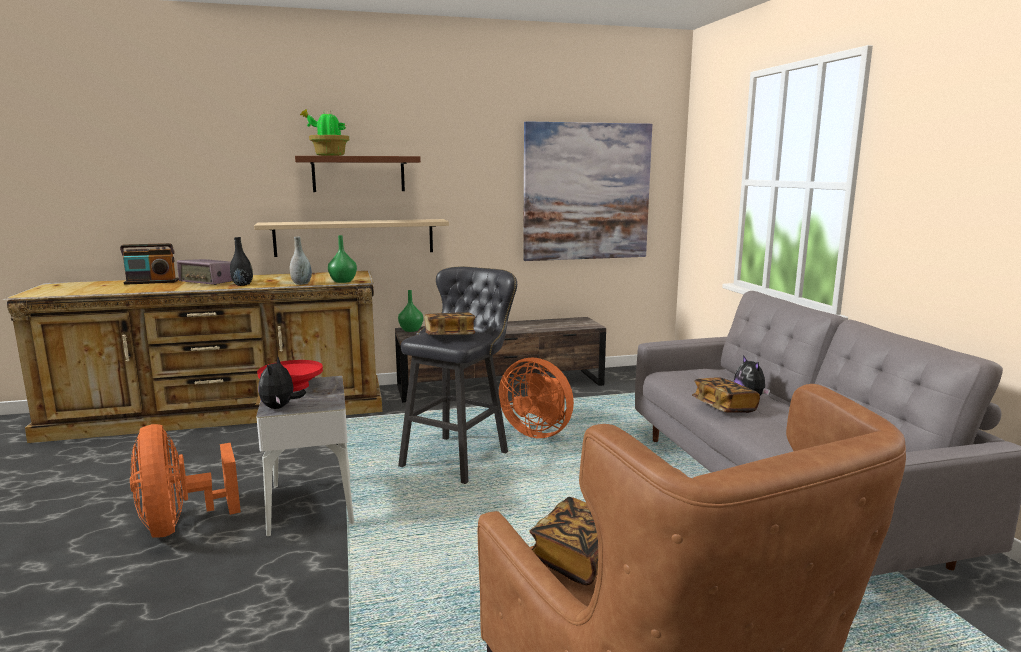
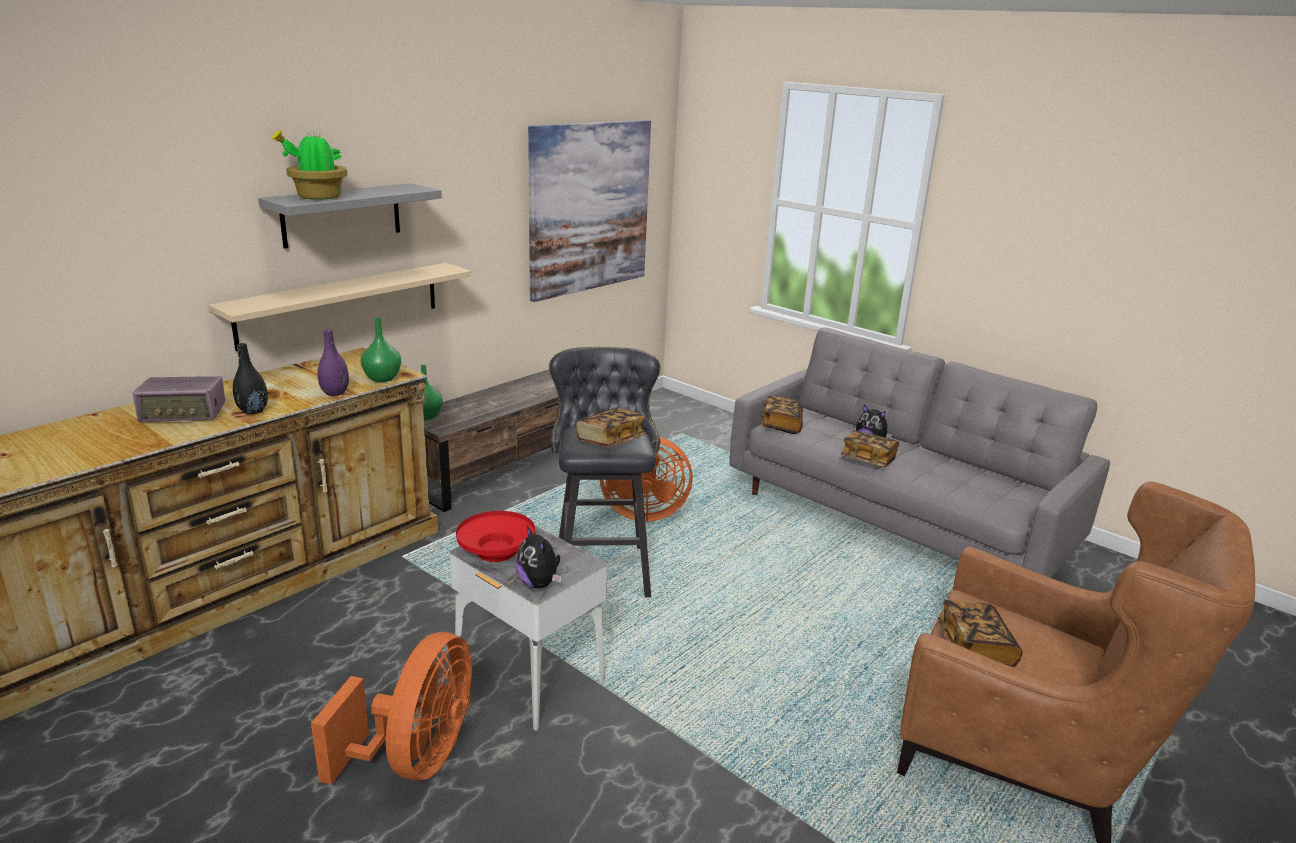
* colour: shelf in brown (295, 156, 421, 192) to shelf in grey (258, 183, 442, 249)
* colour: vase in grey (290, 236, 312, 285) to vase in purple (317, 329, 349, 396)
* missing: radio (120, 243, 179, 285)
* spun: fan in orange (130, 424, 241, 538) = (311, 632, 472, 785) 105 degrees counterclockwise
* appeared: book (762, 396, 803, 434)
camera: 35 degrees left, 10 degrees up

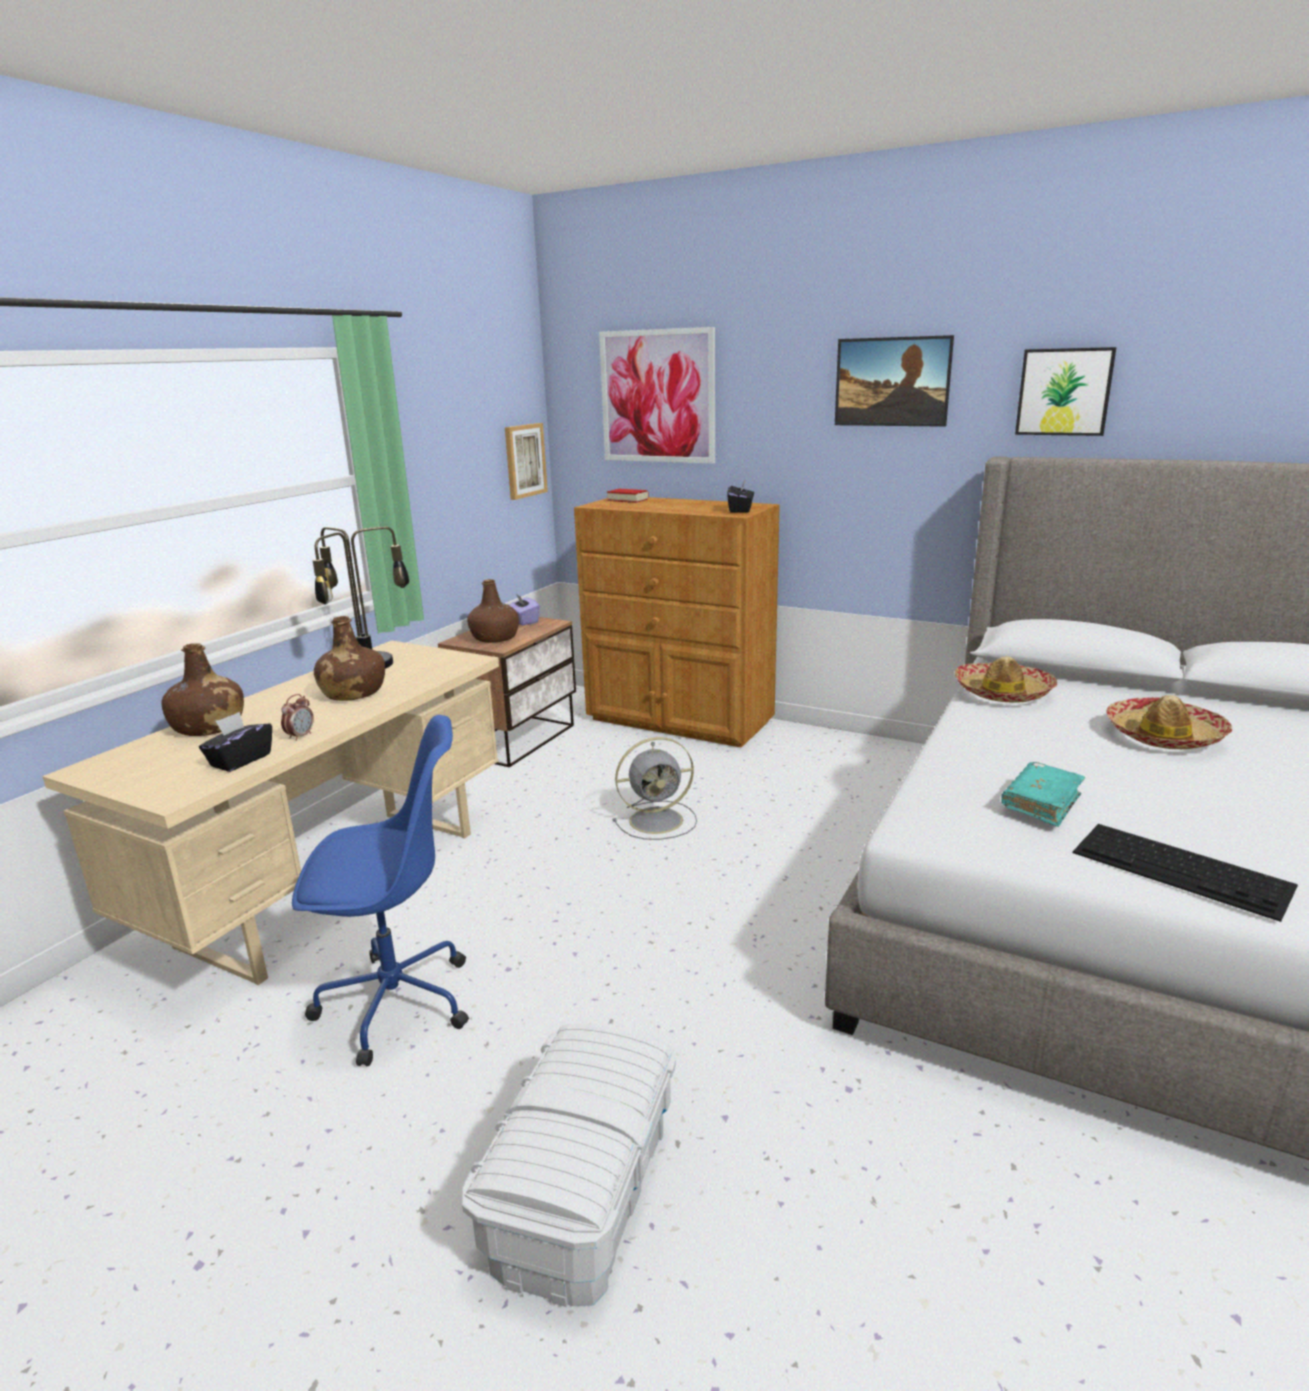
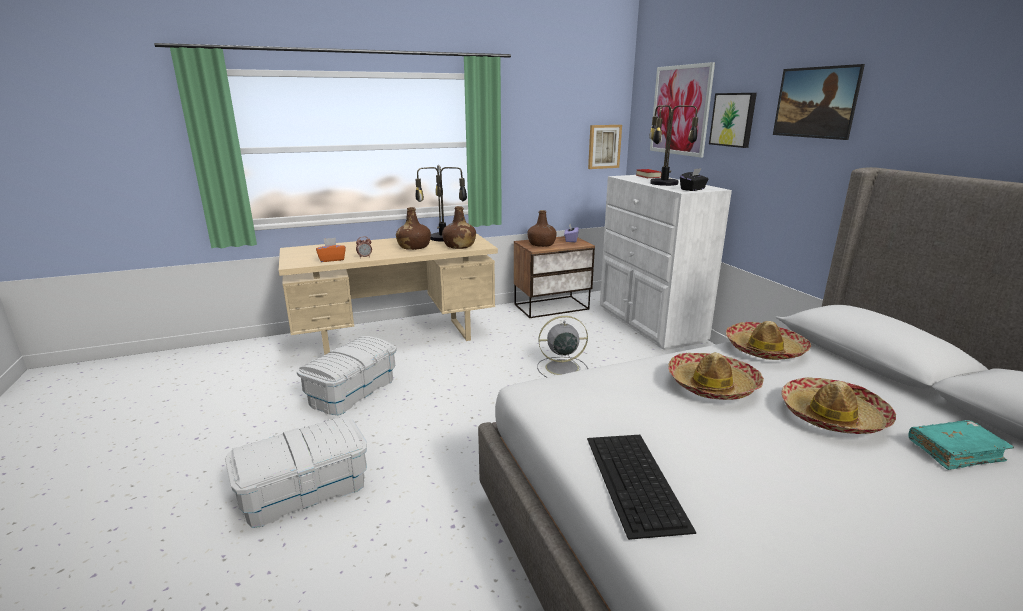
* relocated: picture (1015, 347, 1117, 436) to (709, 93, 757, 148)
* colour: dresser in brown (574, 497, 780, 748) to dresser in white (600, 175, 732, 350)
* relocated: bottle in brown (162, 643, 244, 736) to (442, 206, 476, 249)
* colour: tissue box in black (199, 712, 272, 772) to tissue box in orange (316, 238, 346, 262)
* exchanged: office chair in blue (292, 715, 469, 1066) to storage box in white (297, 336, 397, 415)
* spun: fan in grey (613, 737, 697, 840) = (537, 316, 589, 377) 150 degrees clockwise
* relocated: book in turquoise (1001, 762, 1085, 827) to (908, 420, 1014, 470)
* appeared: table lamp (649, 105, 698, 186)
* appeared: hat (668, 353, 764, 400)
camera: 40 degrees right, 0 degrees up

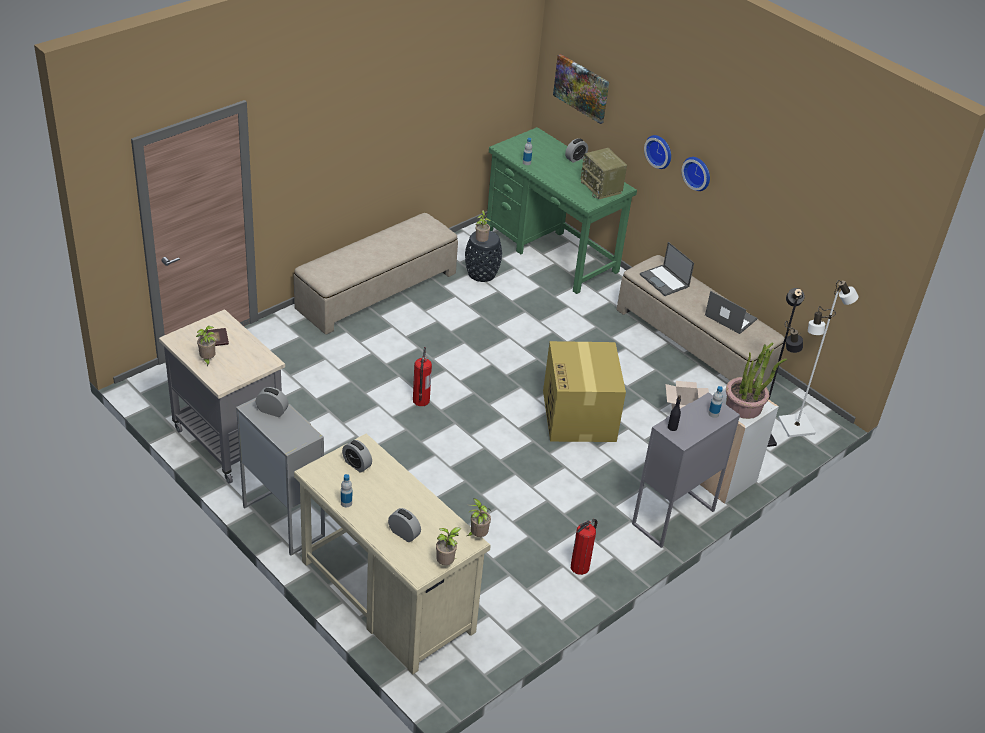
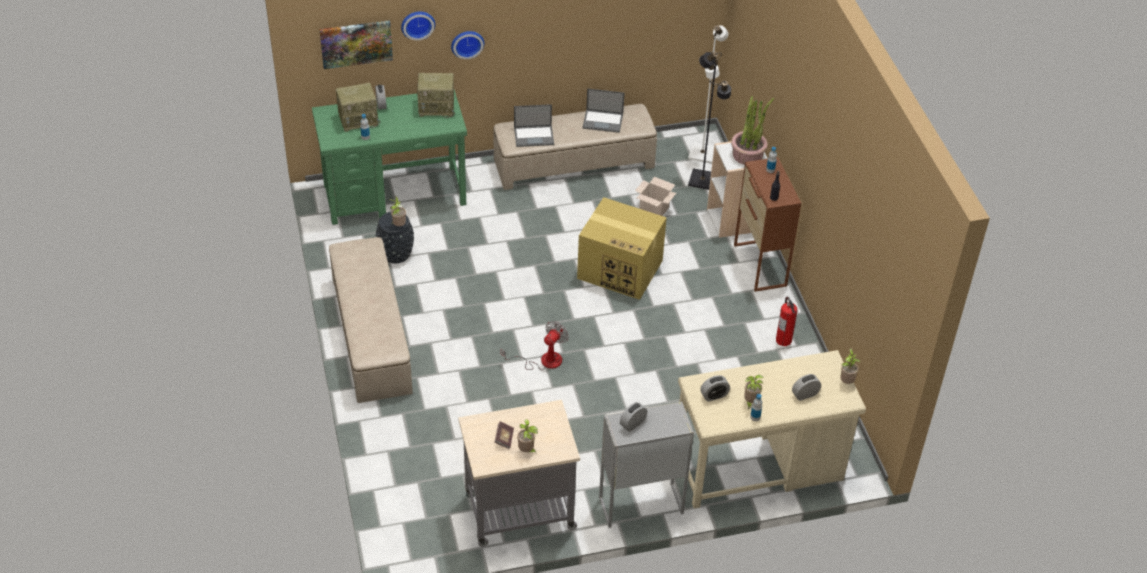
* relocated: wall clock (682, 157, 710, 191) to (401, 12, 435, 40)
* spun: laptop (705, 291, 757, 334) = (583, 89, 625, 133) 150 degrees counterclockwise
* exchanged: fire extinguisher (413, 347, 432, 406) to fan (500, 321, 569, 370)
* colour: cabinet in grey (632, 392, 740, 548) to cabinet in brown (734, 157, 801, 292)
* relocated: potted plant (467, 498, 491, 537) to (744, 375, 764, 409)
* appeared: radio (336, 83, 380, 132)
camera: 60 degrees left, 5 degrees up

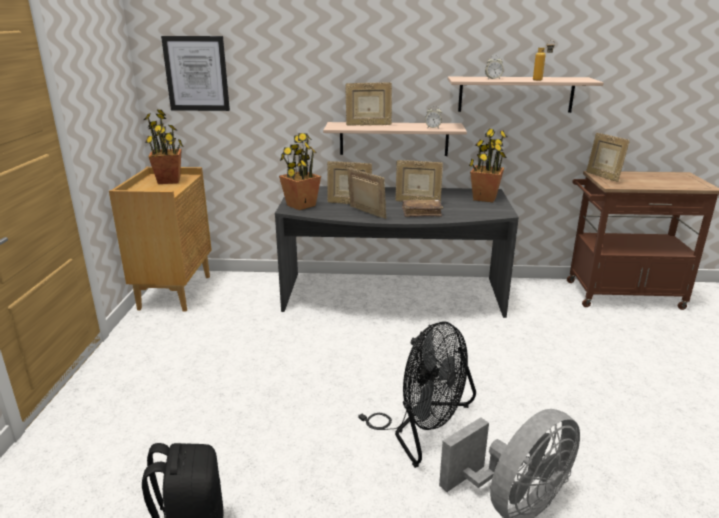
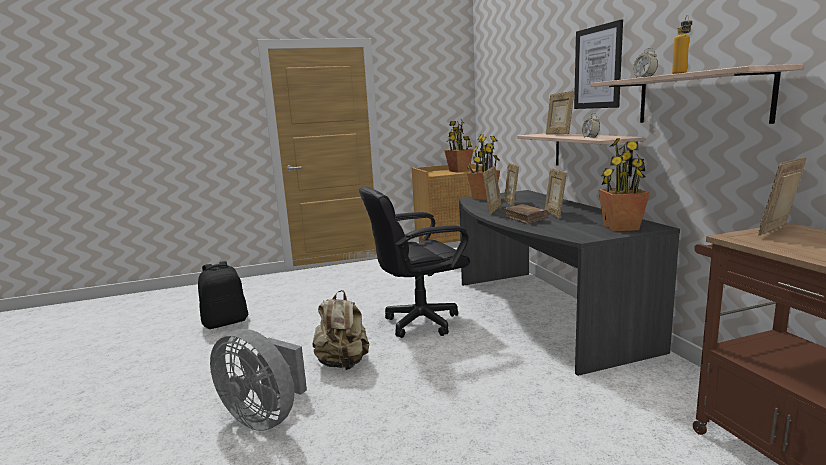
* relocated: picture (161, 36, 230, 111) to (574, 20, 623, 109)
* exchanged: fan in black (359, 322, 476, 468) to backpack in beige (312, 290, 369, 370)
* appeared: office chair in black (359, 186, 470, 338)
camera: 70 degrees right, 10 degrees down

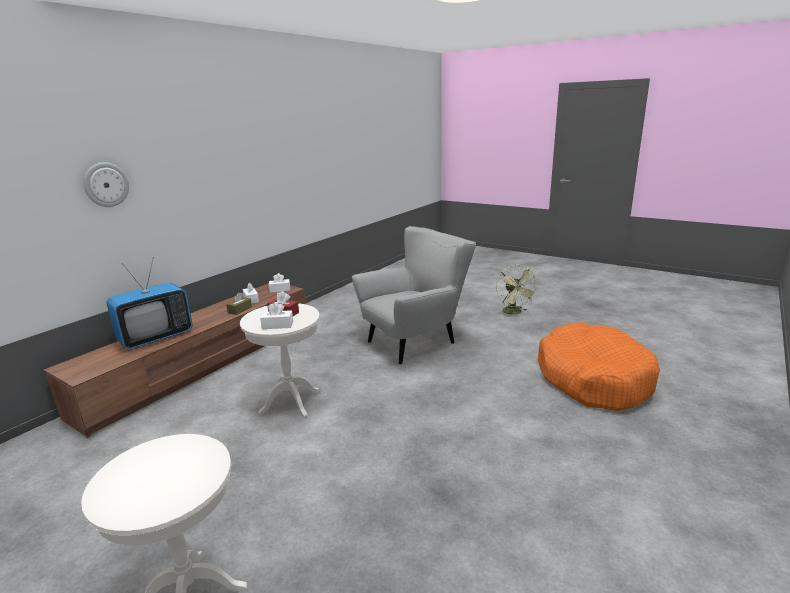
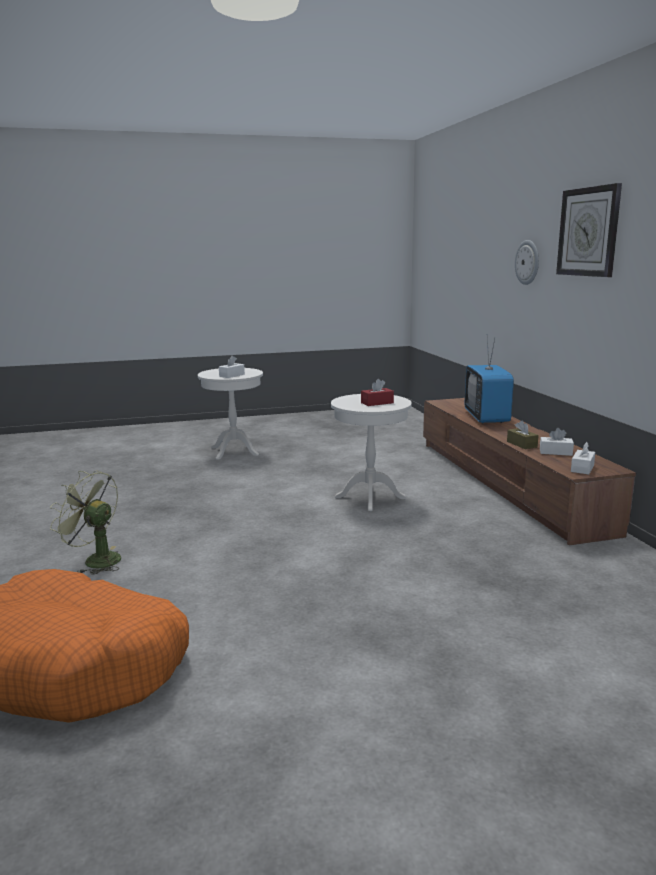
* missing: armchair in grey (352, 226, 476, 365)
* relocated: fan in green (496, 264, 538, 316) to (50, 470, 121, 575)
* relocated: tissue box in white (260, 302, 293, 329) to (219, 356, 245, 378)
* appeared: wall clock (556, 183, 622, 277)
camera: 130 degrees right, 5 degrees down

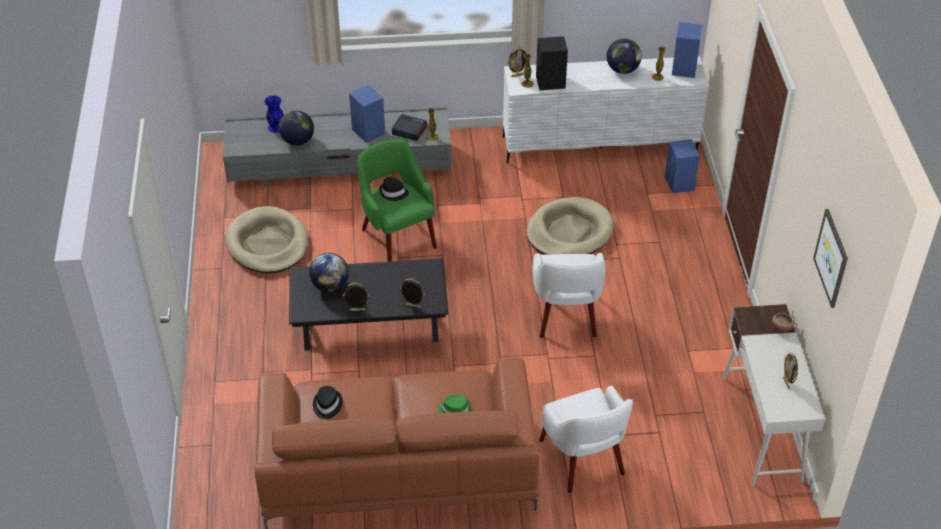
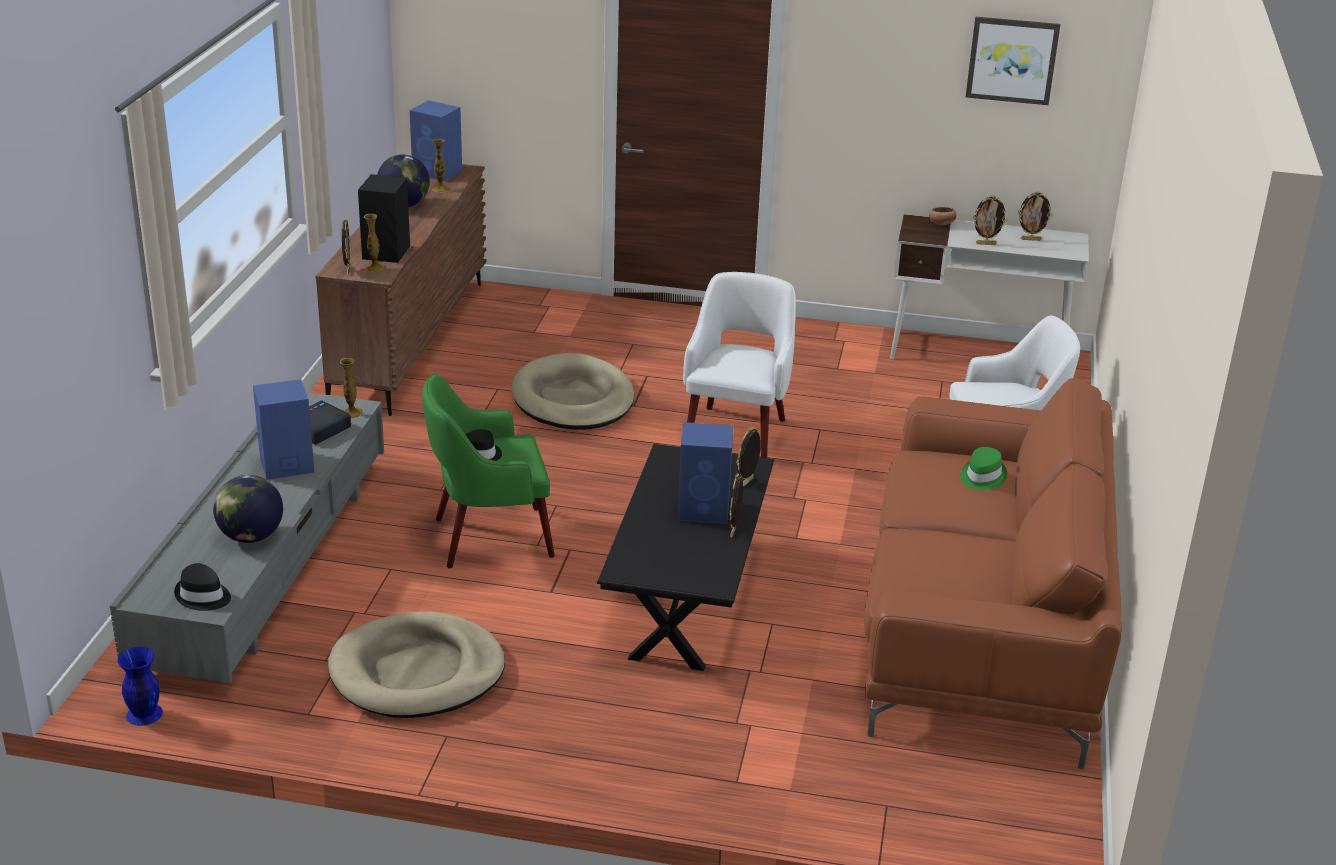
* colour: dresser in white (503, 56, 710, 164) to dresser in brown (315, 164, 487, 416)
* relocated: vase in blue (265, 96, 284, 133) to (117, 647, 163, 726)
* relocated: speaker in blue (665, 139, 700, 193) to (678, 422, 734, 524)
* missing: globe (309, 253, 349, 292)
* spun: armchair in white (533, 253, 606, 338) = (683, 272, 796, 458) 90 degrees counterclockwise
* relocated: hat in black (313, 386, 343, 419) to (174, 563, 231, 611)
* appeared: picture frame (972, 195, 1008, 245)
camera: 75 degrees left, 15 degrees down

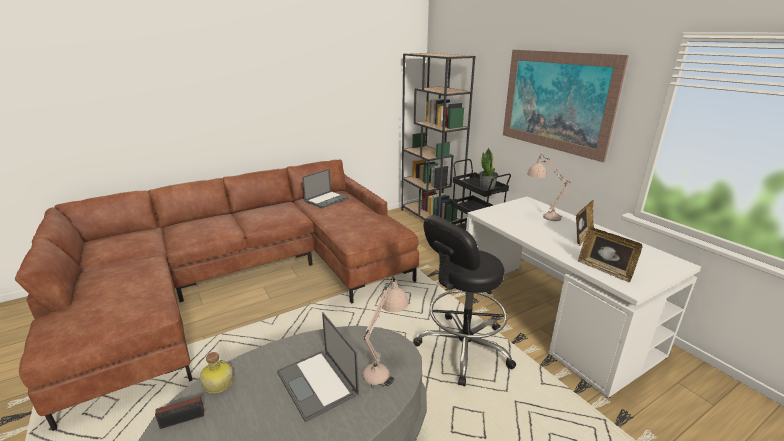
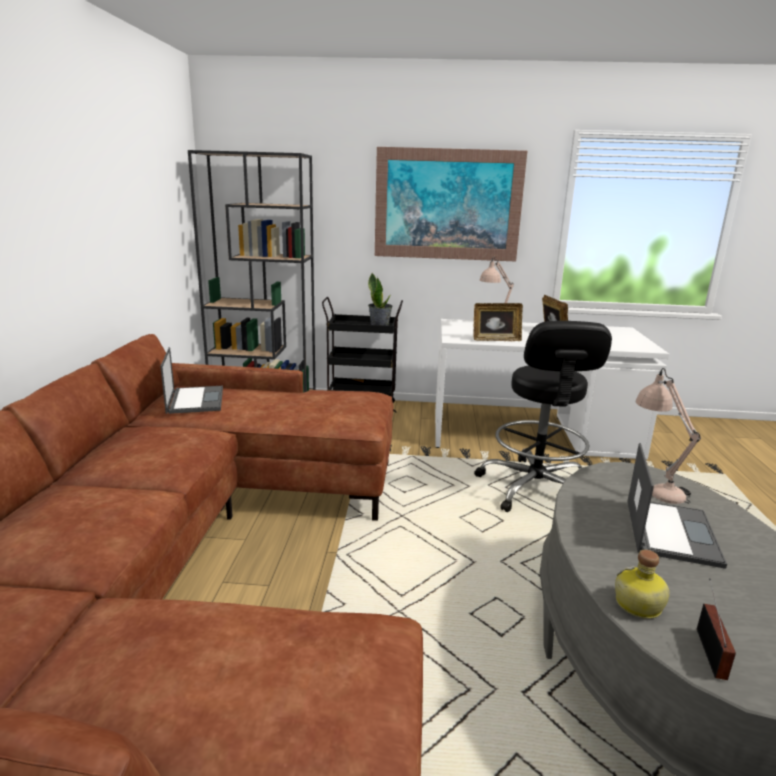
* relocated: picture frame (578, 227, 643, 283) to (473, 303, 523, 341)
* spun: laptop (277, 312, 359, 423) = (627, 443, 727, 569) 75 degrees counterclockwise
camera: 55 degrees left, 5 degrees down

